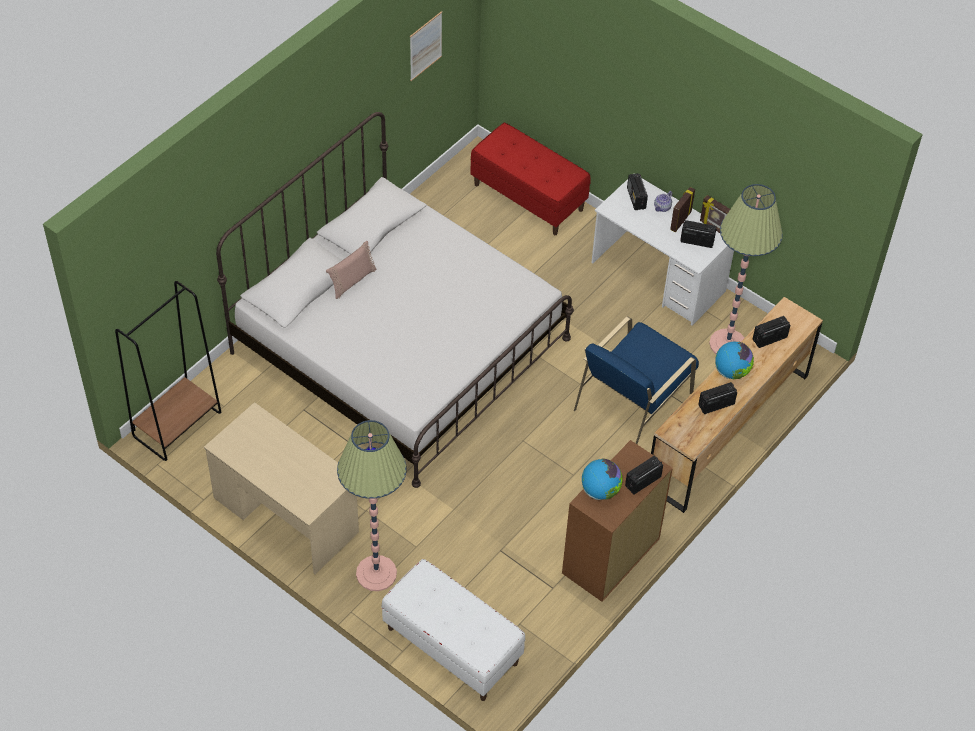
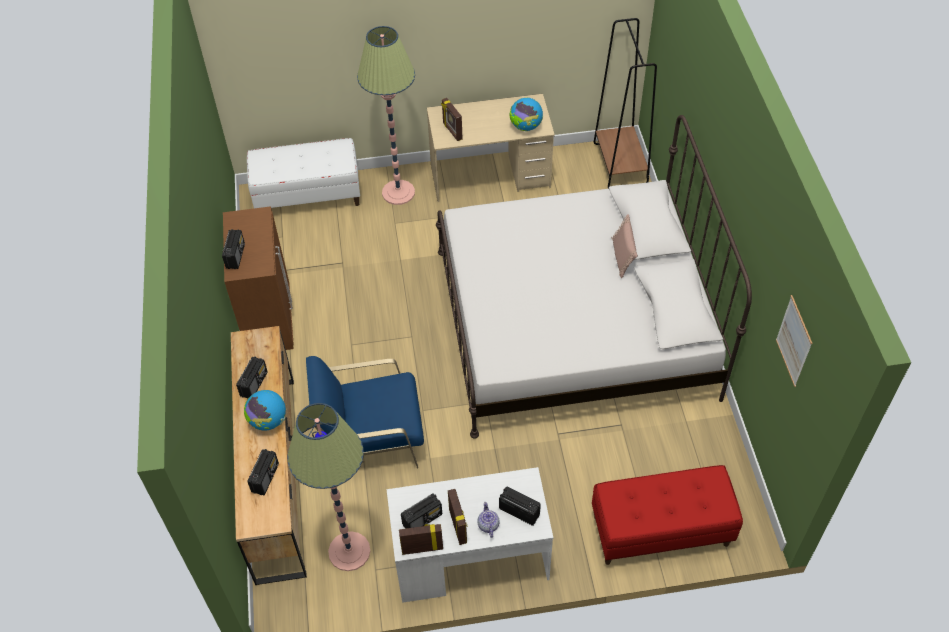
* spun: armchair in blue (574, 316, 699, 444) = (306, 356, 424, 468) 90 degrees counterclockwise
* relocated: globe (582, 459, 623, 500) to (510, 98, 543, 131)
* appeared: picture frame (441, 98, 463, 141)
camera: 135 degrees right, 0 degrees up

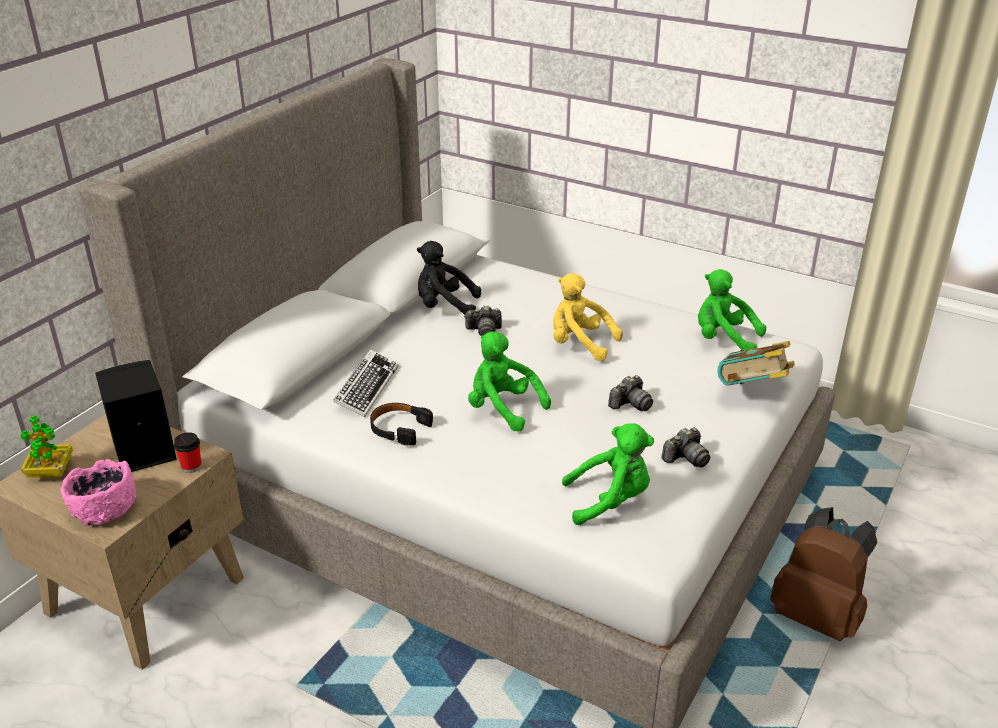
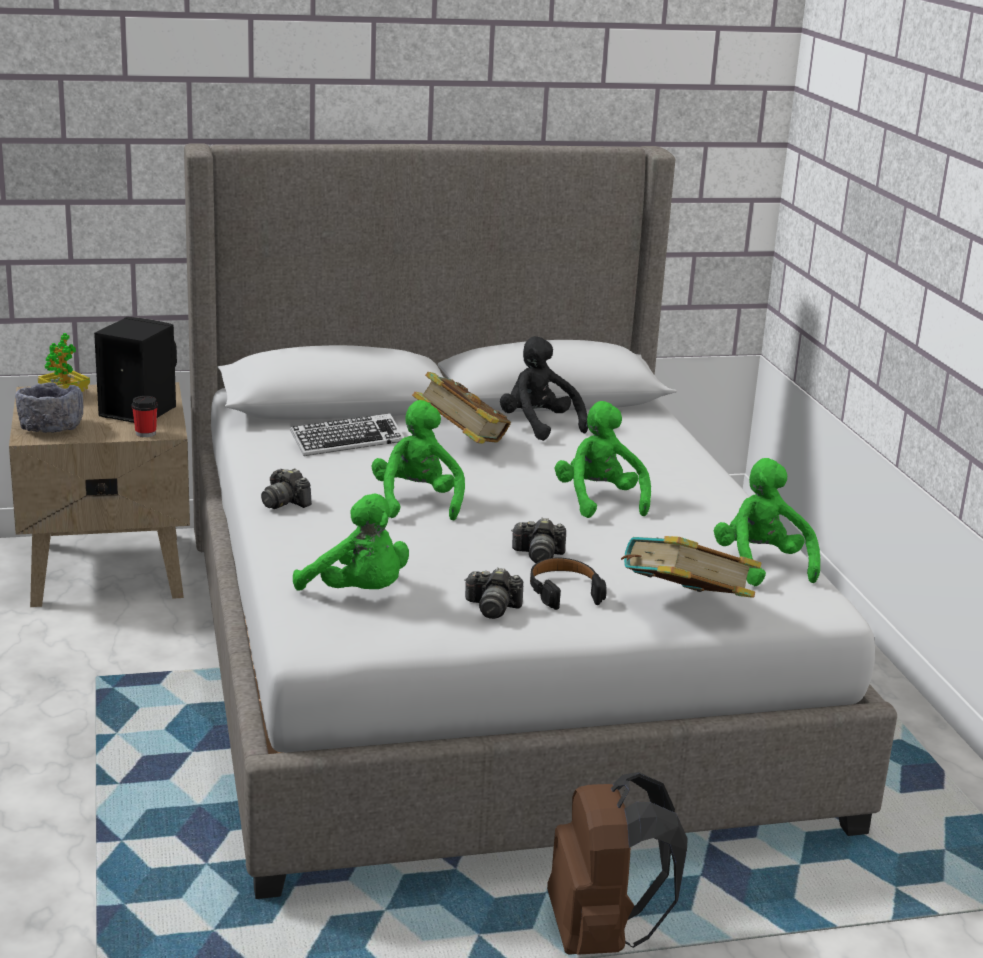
* colour: plush toy in yellow (553, 273, 623, 361) to plush toy in green (555, 401, 651, 518)
* relocated: photo camera (465, 306, 502, 336) to (261, 468, 312, 509)
* relocated: headphones in black (370, 403, 433, 445) to (530, 558, 607, 610)
* colour: bowl in pink (60, 459, 136, 526) to bowl in grey (15, 382, 84, 433)
* appeared: book (412, 372, 511, 444)
camera: 45 degrees right, 10 degrees down

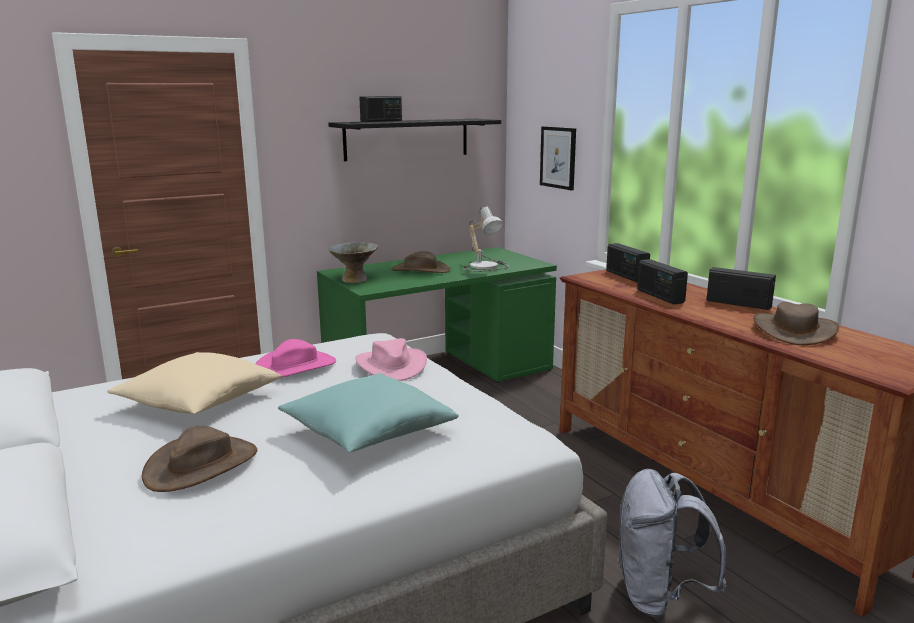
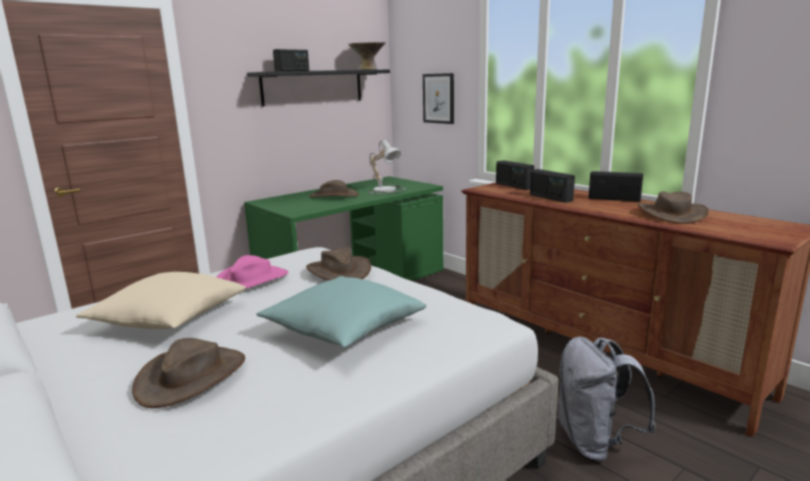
* relocated: bowl in grey (329, 242, 378, 283) to (348, 42, 386, 70)
* colour: hat in pink (355, 338, 427, 381) to hat in brown (306, 247, 371, 281)
camera: 10 degrees left, 0 degrees up

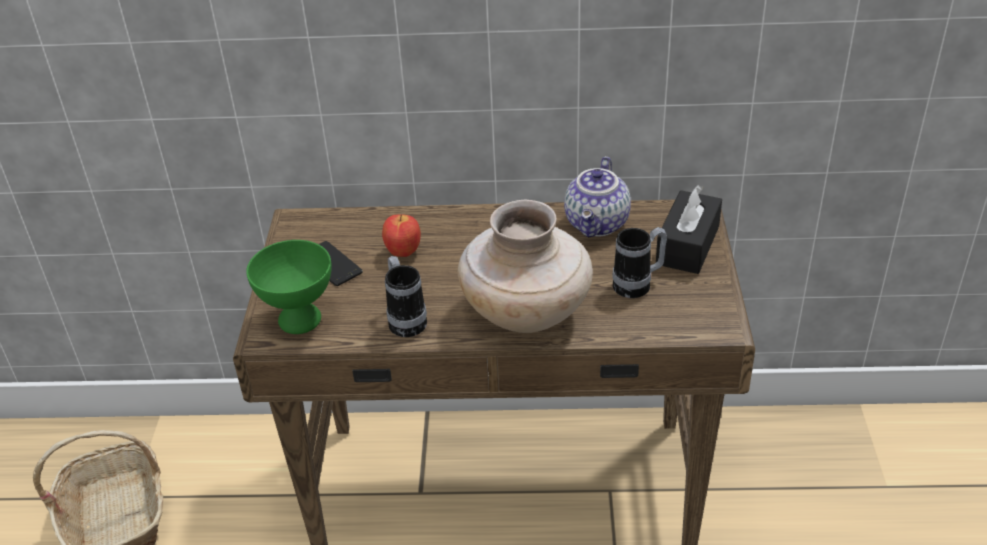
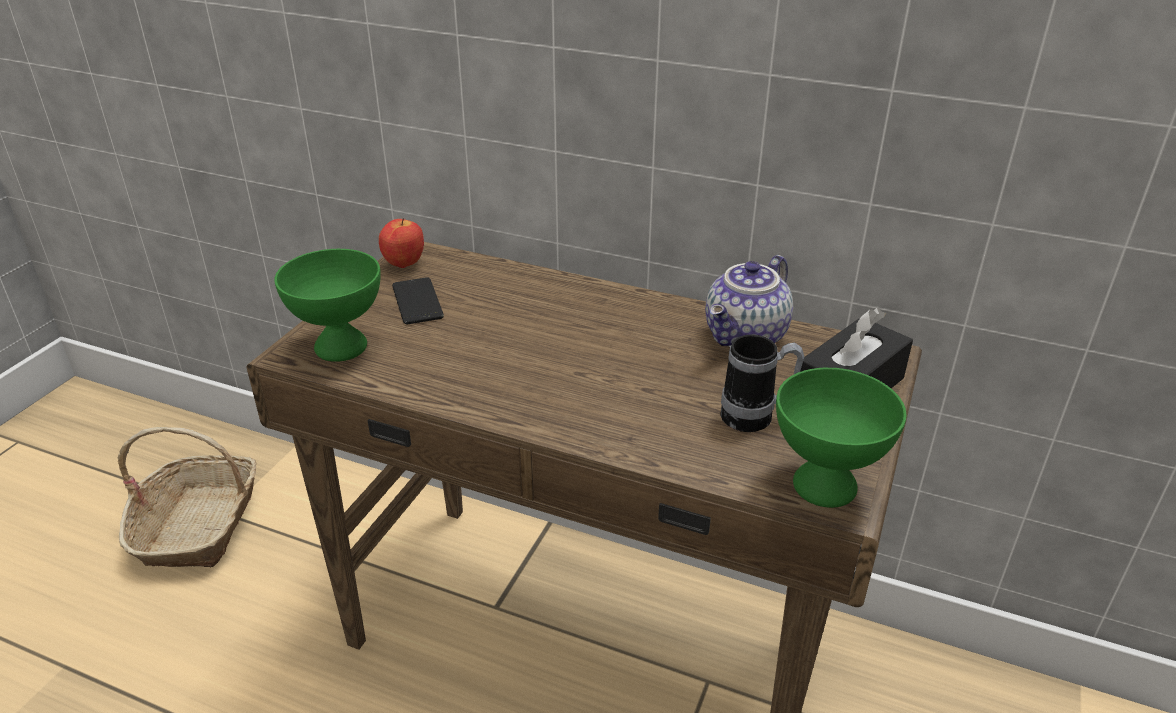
* missing: vase in beige (458, 200, 593, 333)
* relocated: apple (382, 214, 421, 257) to (379, 218, 424, 268)
* missing: mug (385, 256, 427, 337)
* appeared: bowl in green (776, 368, 907, 508)
camera: 20 degrees right, 5 degrees down

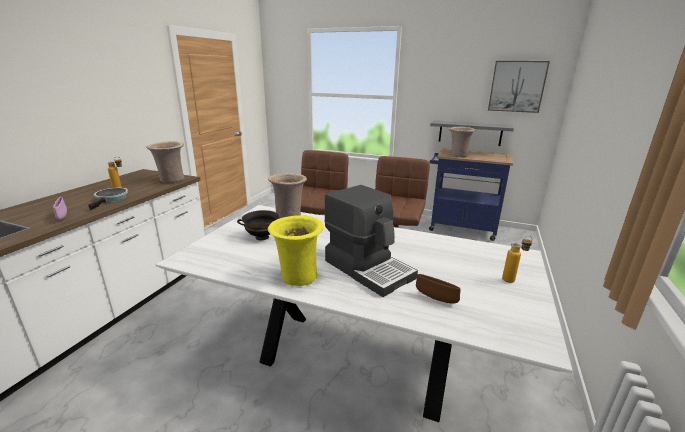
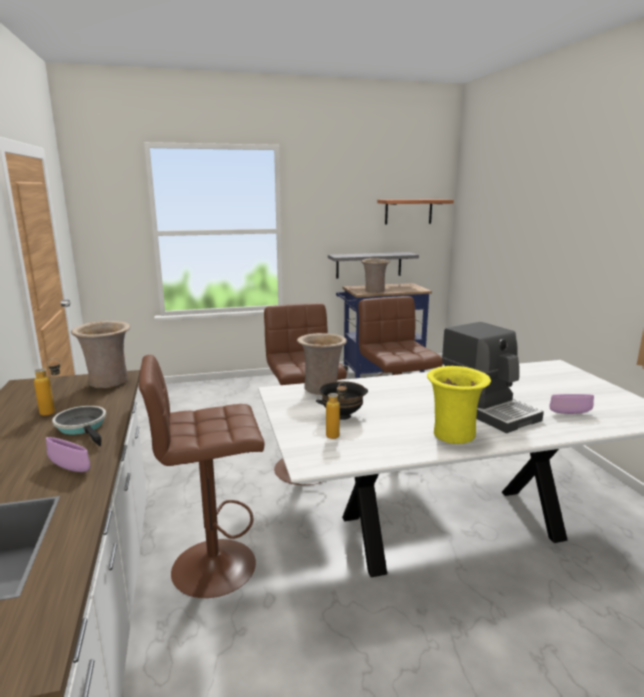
* exchanged: picture (488, 61, 550, 113) to shelf (377, 199, 454, 225)
* spun: coffee machine (325, 185, 418, 297) = (442, 322, 544, 433) 45 degrees clockwise
* relocated: bottle (502, 236, 532, 283) to (326, 382, 347, 439)
* colour: bowl in brown (416, 274, 461, 303) to bowl in purple (549, 394, 594, 414)
* appeared: stool in brown (139, 355, 265, 598)
camera: 35 degrees left, 5 degrees down

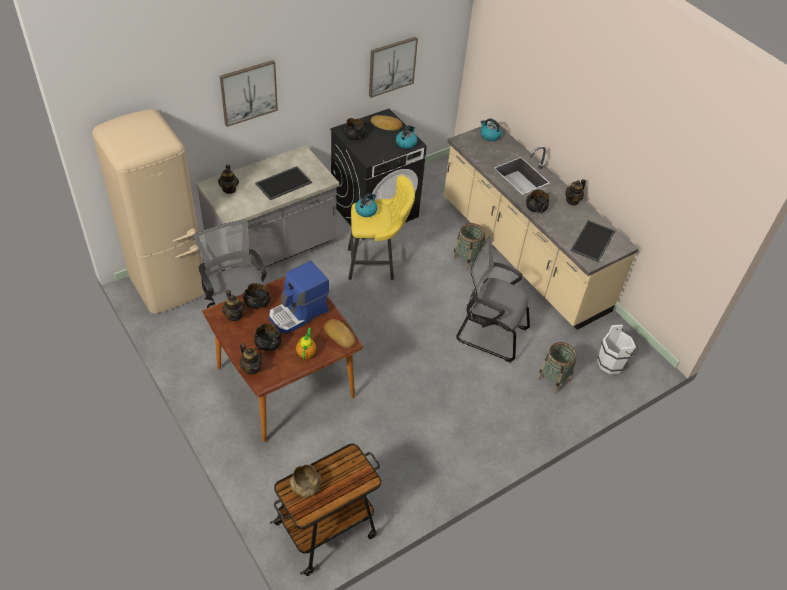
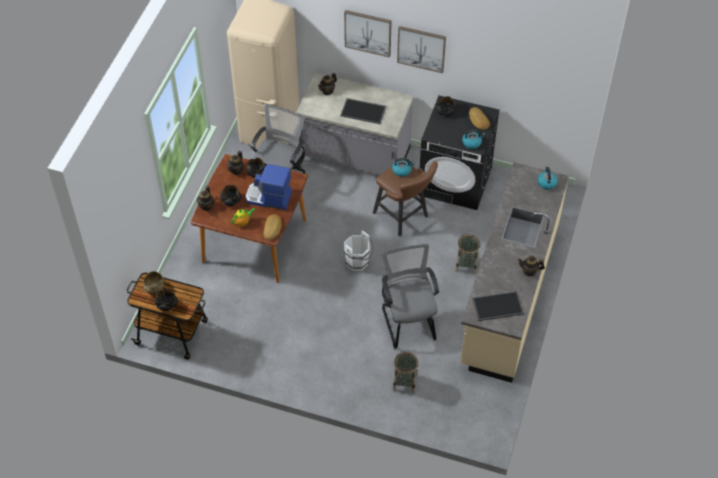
* relocated: picture (369, 37, 418, 98) to (397, 26, 446, 73)
* colour: stool in yellow (348, 175, 415, 280) to stool in brown (373, 161, 438, 236)
* relocated: bowl in black (526, 189, 549, 213) to (154, 290, 178, 311)
* relocated: bucket in white (597, 325, 638, 374) to (344, 230, 373, 271)
camera: 55 degrees right, 5 degrees up

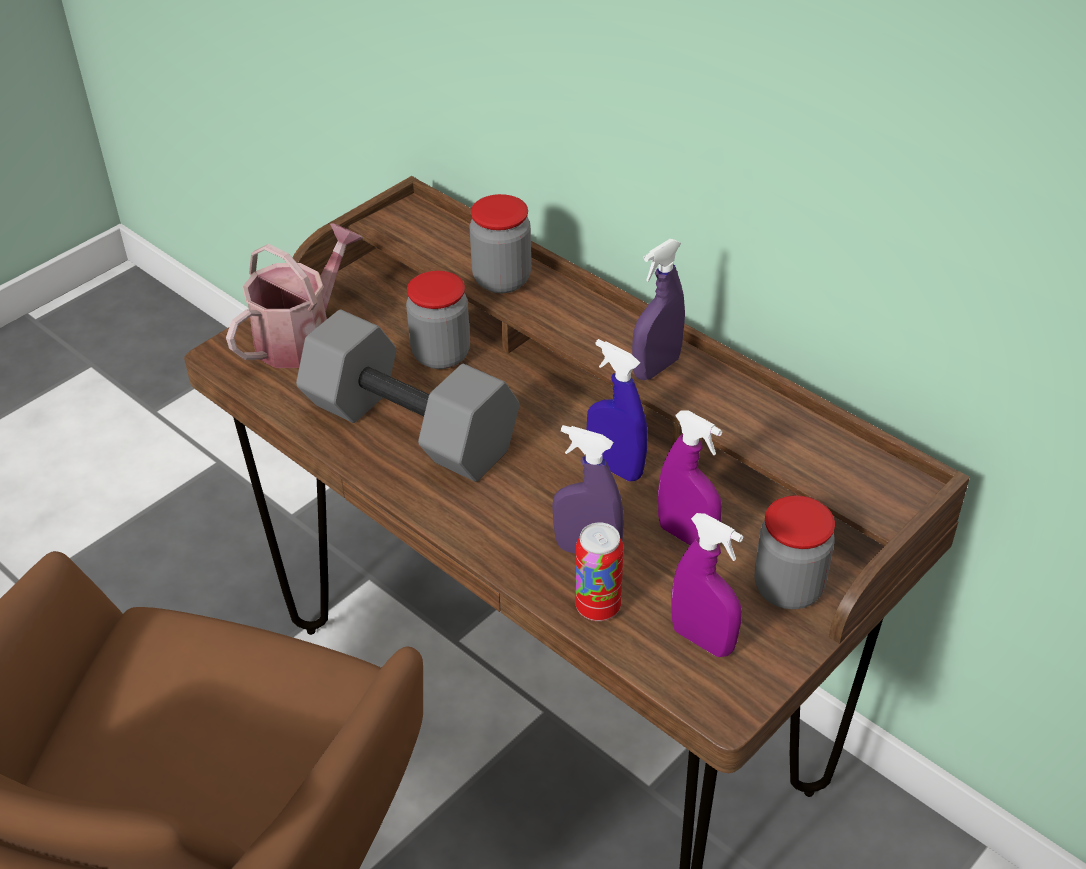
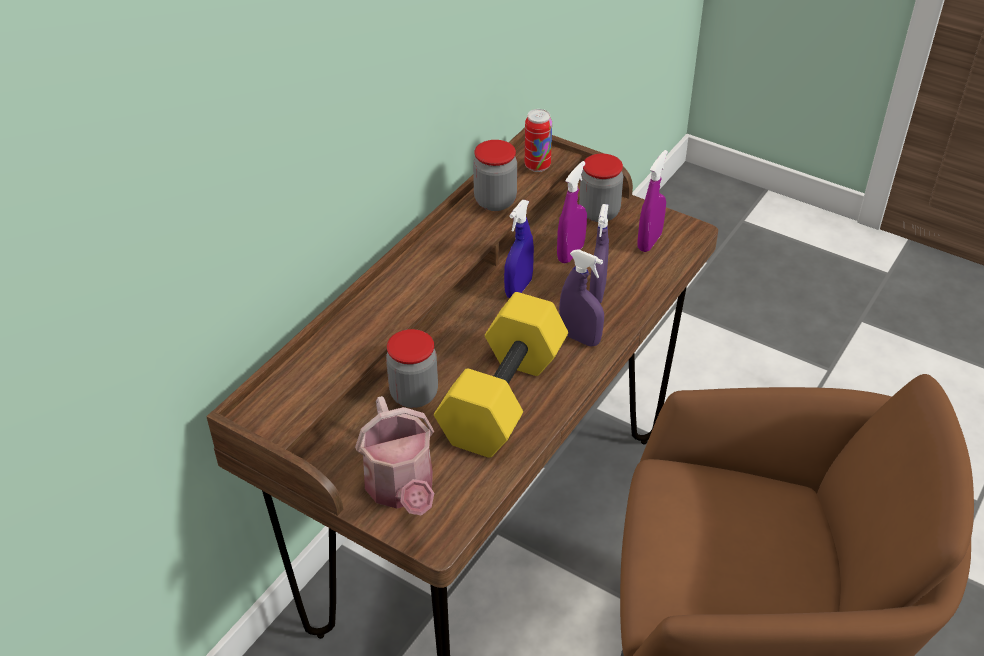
* relocated: jar (469, 194, 531, 293) to (473, 140, 517, 211)
* spun: watering can (226, 223, 363, 368) = (355, 396, 434, 515) 135 degrees counterclockwise
* relocated: spray bottle in purple (632, 239, 685, 380) to (559, 249, 604, 347)
* colour: dumbbell in grey (296, 309, 520, 482) to dumbbell in yellow (434, 292, 568, 458)
* relocated: can (575, 522, 624, 621) to (525, 109, 552, 172)
camera: 100 degrees left, 0 degrees up

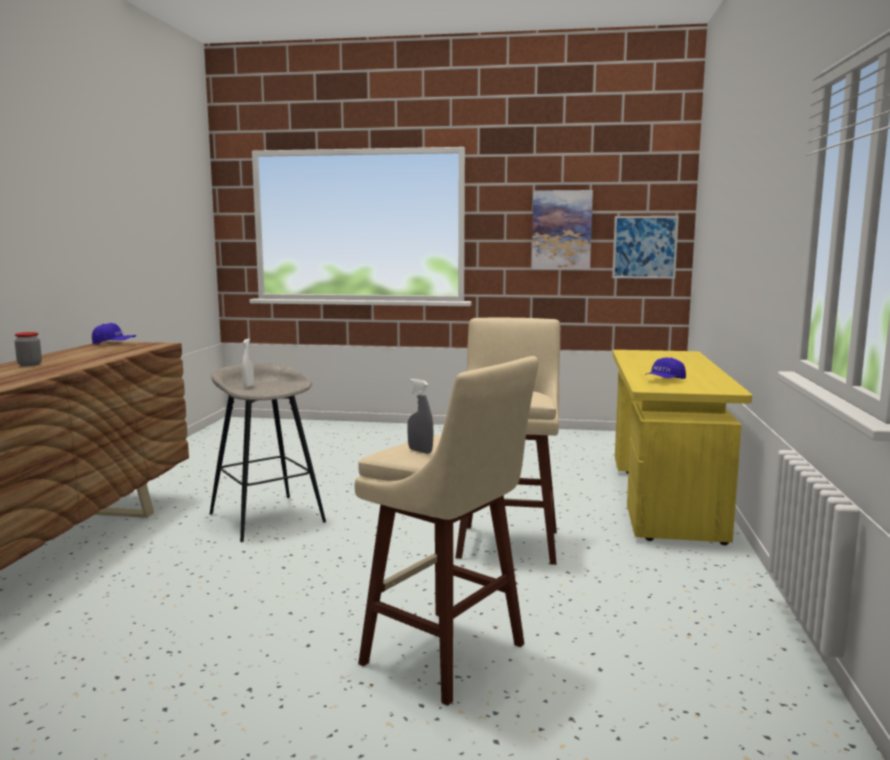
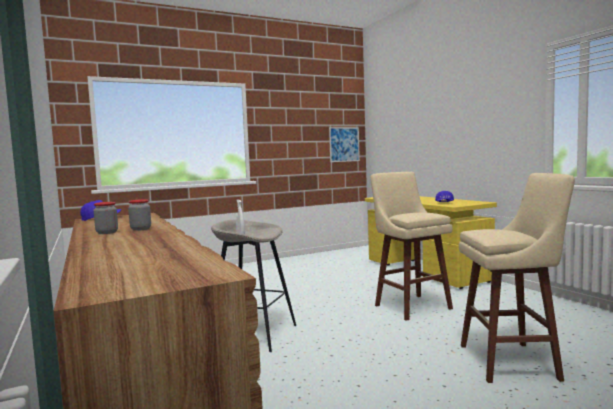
* missing: picture (532, 190, 593, 269)
* missing: spray bottle in grey (407, 379, 434, 454)
* appeared: jar (128, 199, 151, 231)
camera: 35 degrees left, 5 degrees down

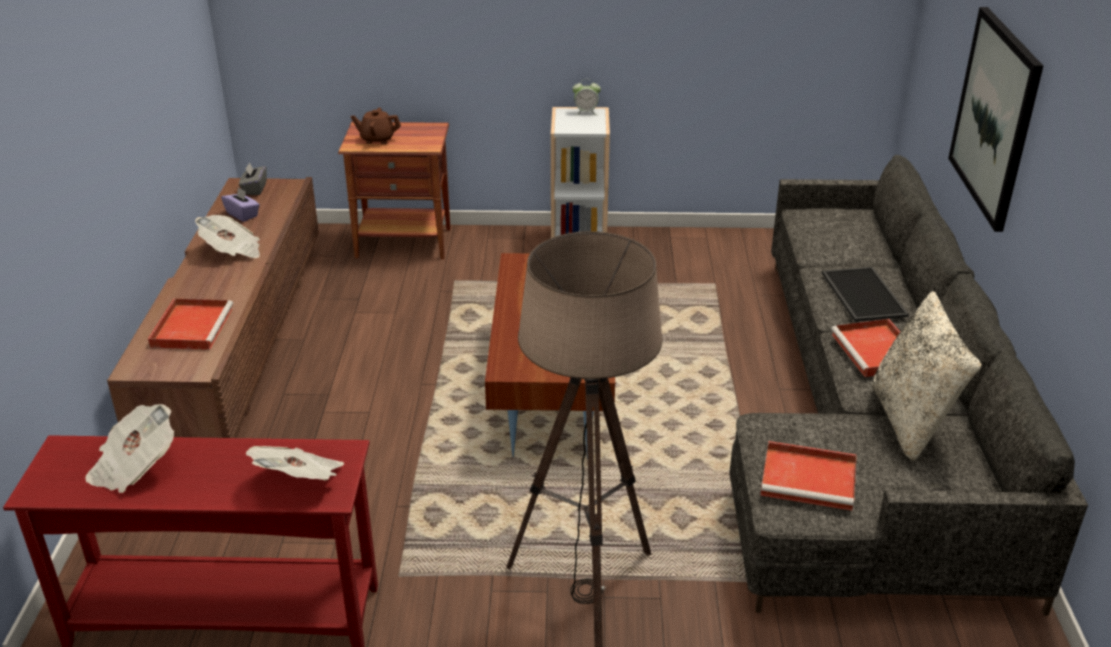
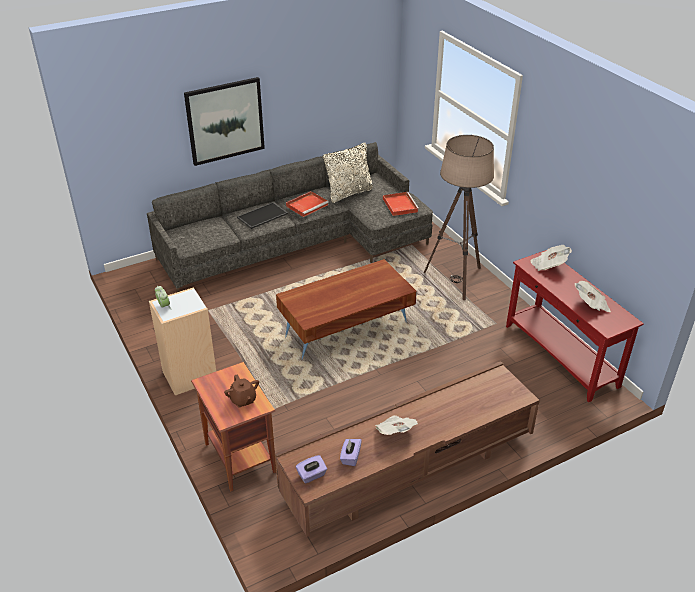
* colour: tissue box in grey (239, 162, 267, 195) to tissue box in purple (296, 455, 327, 483)
* missing: tray in red (148, 299, 233, 350)
camera: 120 degrees left, 5 degrees up

